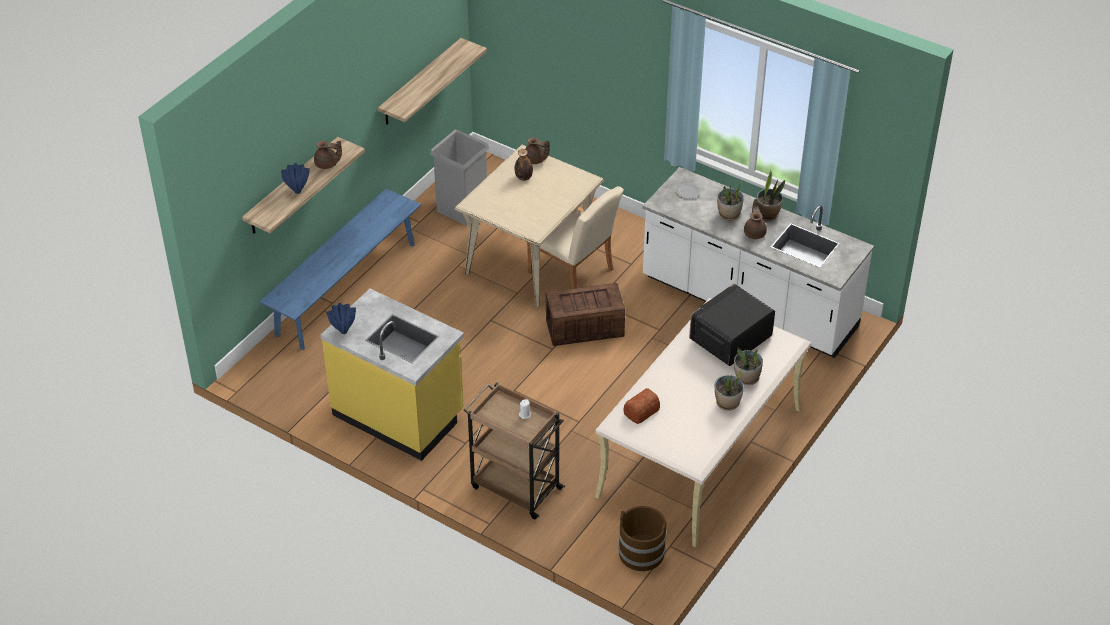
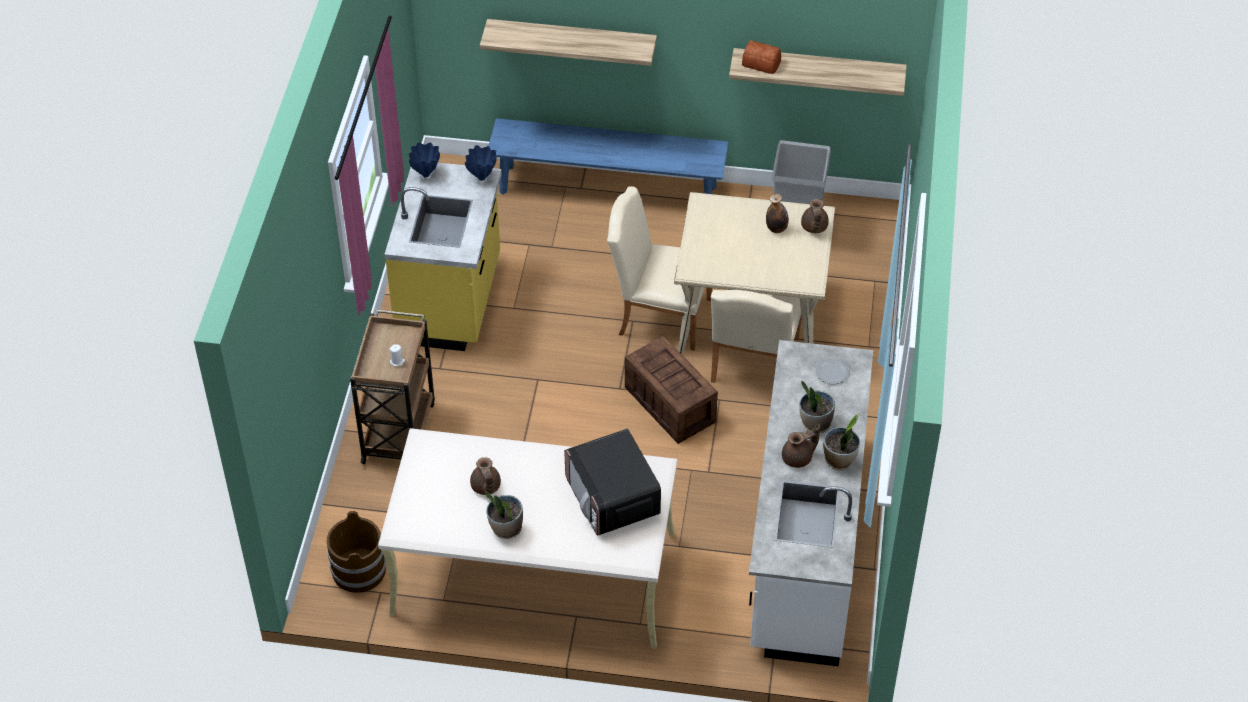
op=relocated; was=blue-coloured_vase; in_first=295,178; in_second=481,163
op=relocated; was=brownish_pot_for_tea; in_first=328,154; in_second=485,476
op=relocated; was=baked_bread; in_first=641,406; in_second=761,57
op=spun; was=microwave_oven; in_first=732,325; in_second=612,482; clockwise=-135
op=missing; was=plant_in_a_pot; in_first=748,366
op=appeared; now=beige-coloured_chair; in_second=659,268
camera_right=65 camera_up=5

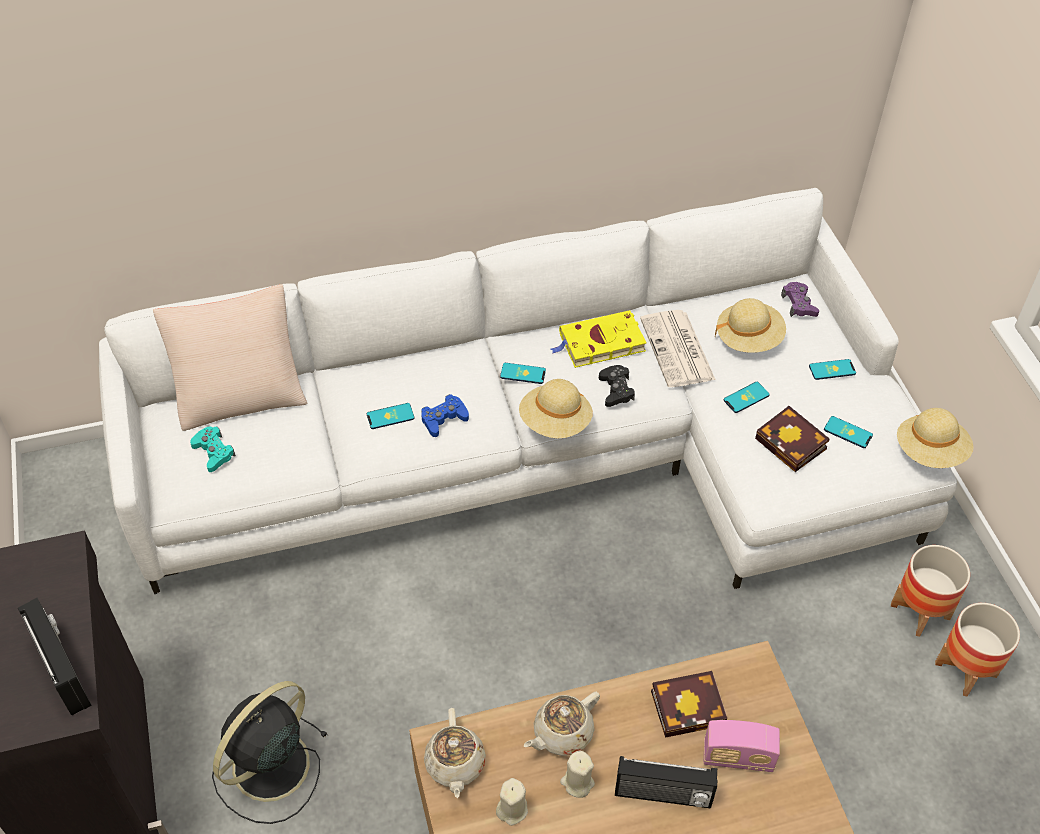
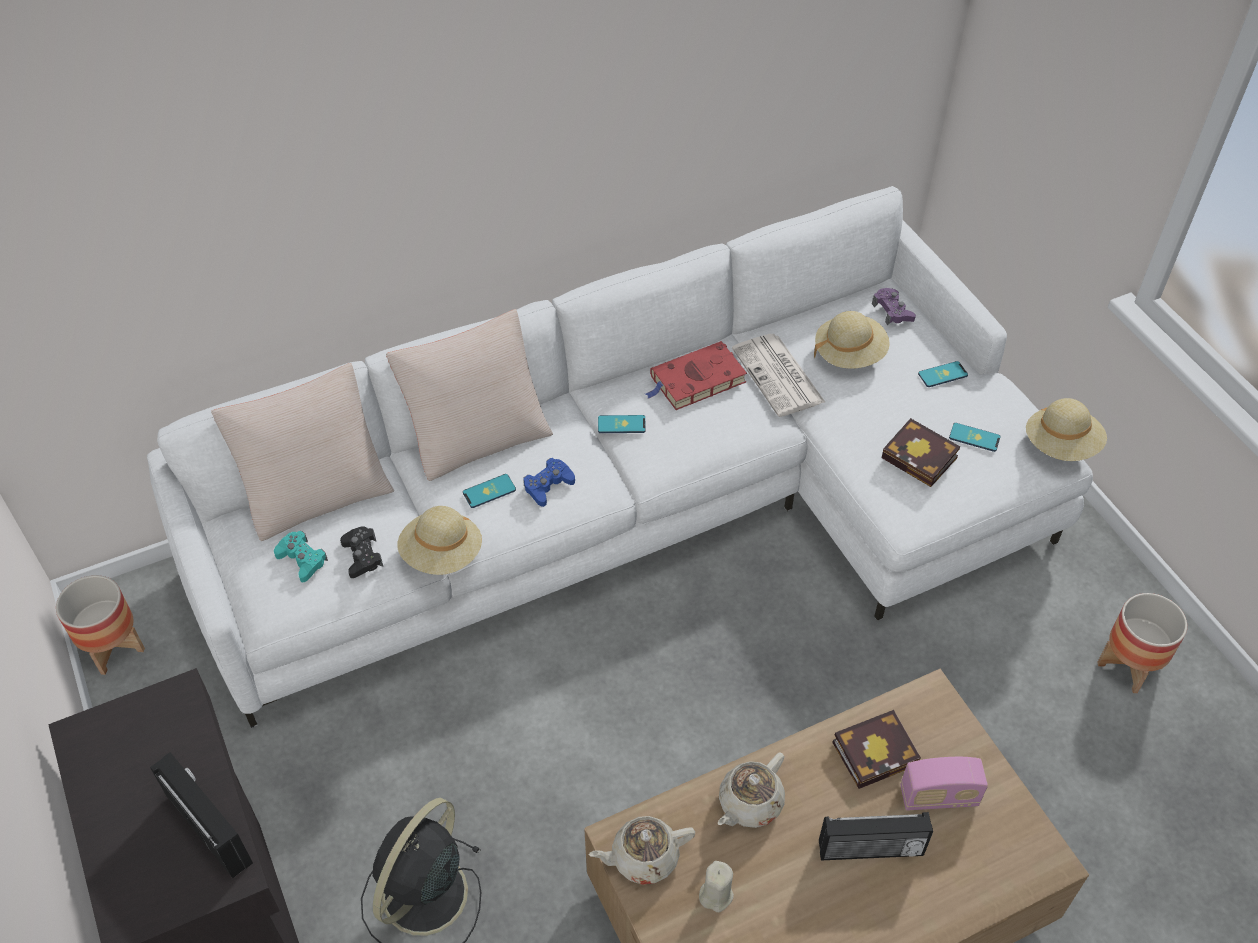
op=spun; was=beige-coloured_pot_for_tea; in_first=455,753; in_second=642,850; clockwise=90
op=relocated; was=beige-coloured_wearable_hat; in_first=556,408; in_second=439,540
op=colour; was=yellow_volume; now=red_volume; in_first=598,339; in_second=696,375
op=missing; was=beige-coloured_candle; in_first=577,774
op=relocated; was=blackish_joypad; in_first=617,386; in_second=361,552
op=missing; was=telephone; in_first=747,397
op=relocated; was=flower_pot; in_first=930,591; in_second=100,625
op=appeared; now=beige-coloured_pillow; in_second=469,395
camera_right=-10 camera_up=0

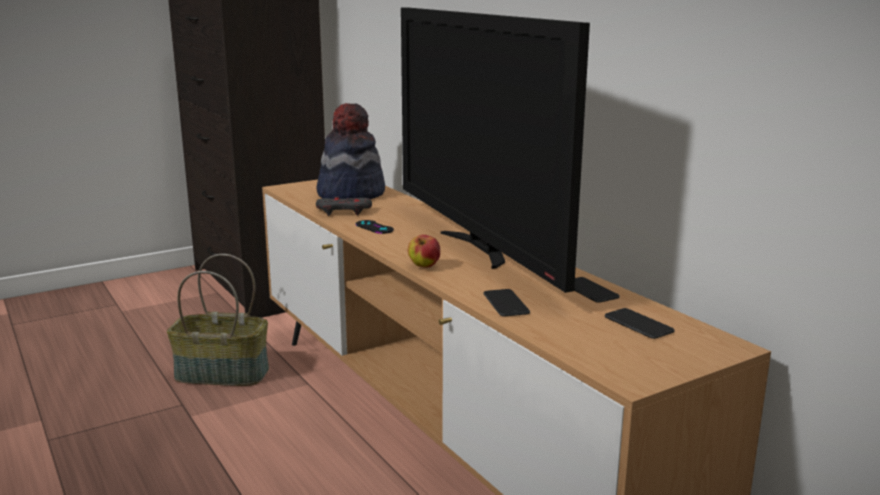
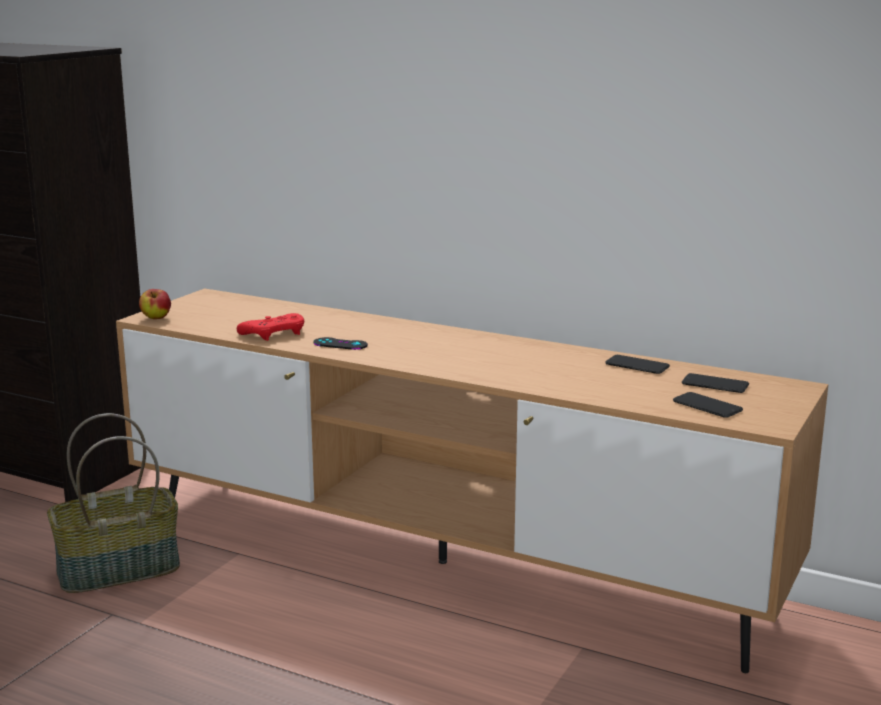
op=colour; was=grey_joypad; now=red_joypad; in_first=344,206; in_second=270,327
op=missing; was=wearable_hat; in_first=351,151
op=missing; was=TV_set; in_first=495,150
op=relocated; was=apple; in_first=424,251; in_second=155,304
op=relocated; was=telephone; in_first=507,303; in_second=708,405
camera_right=-30 camera_up=0

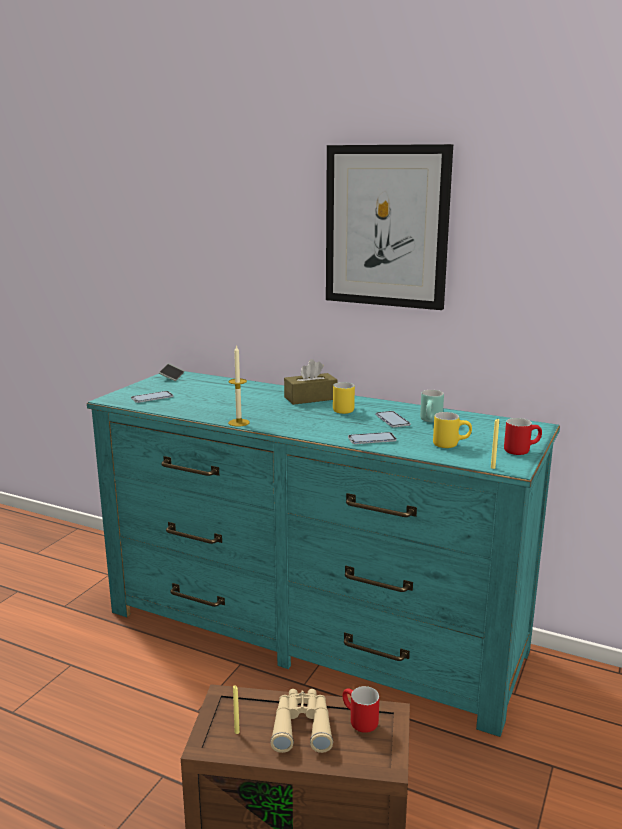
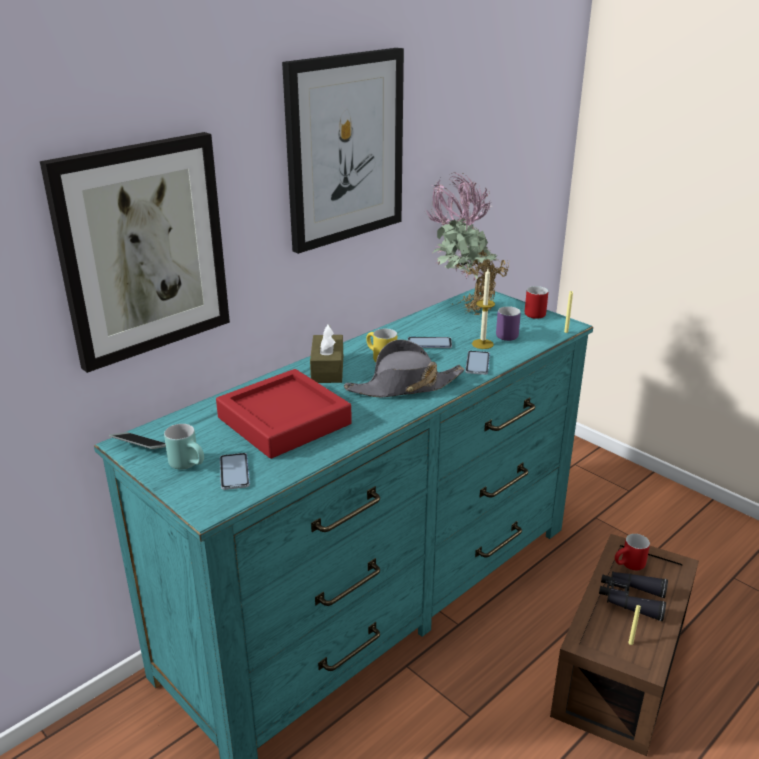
op=relocated; was=candle; in_first=239,385; in_second=483,309
op=colour; was=beige-coloured_field_glasses; now=blackish_field_glasses; in_first=301,721; in_second=633,596
op=relocated; was=blue-green_tea_mug; in_first=432,406; in_second=184,447
op=colour; was=yellow_tea_mug; now=purplish_tea_mug; in_first=452,430; in_second=508,323
op=appeared; now=wall_picture; in_second=135,252
op=appeared; now=red_serving_tray; in_second=284,414
op=appeared; now=grey_wearable_hat; in_second=404,368
op=appeared; now=plant_in_a_pot; in_second=467,243
camera_right=-70 camera_up=10

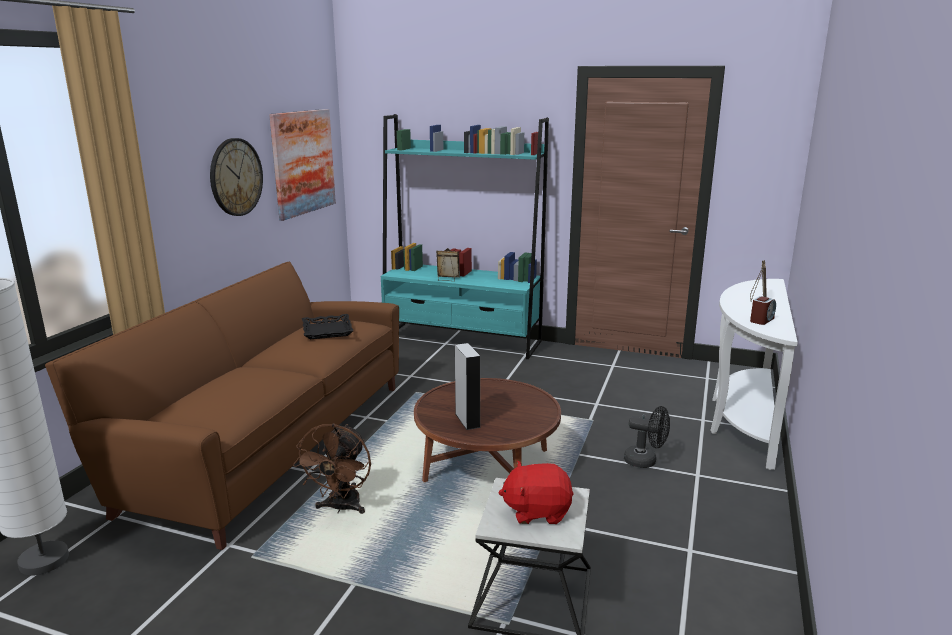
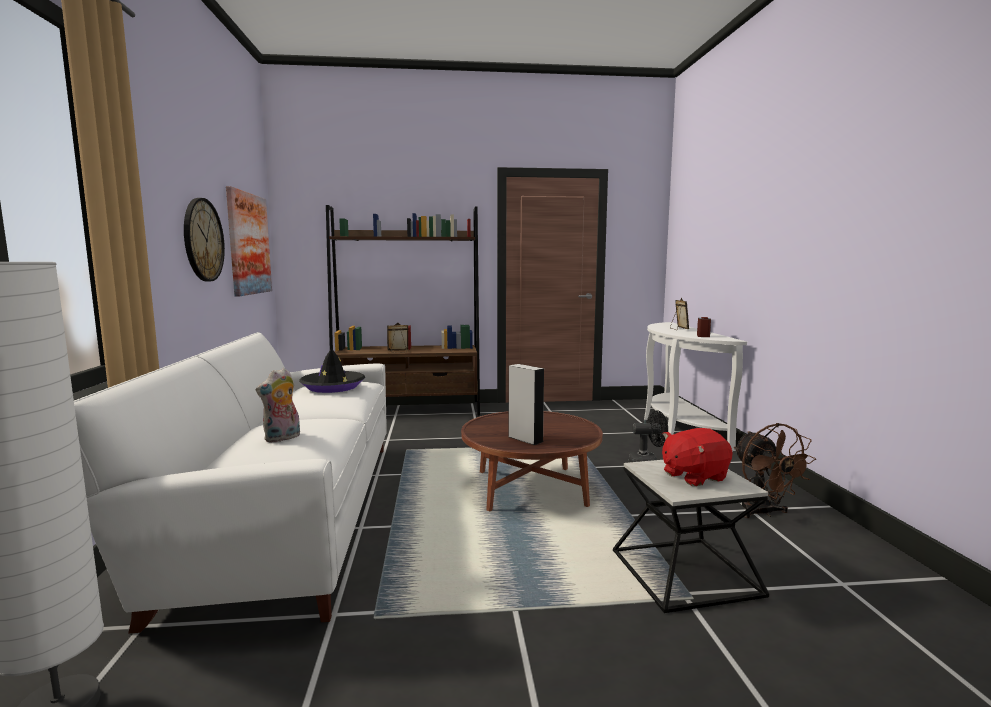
op=colour; was=brownish_settee; now=white_settee; in_first=222,405; in_second=230,482
op=relocated; was=brownish_fan; in_first=332,469; in_second=775,470
op=exchanged; was=blackish_serving_tray; now=blackish_wearable_hat; in_first=327,326; in_second=332,370
op=colour; was=blue-green_shelving_unit; now=brownish_shelving_unit; in_first=465,236; in_second=403,310
op=appeared; now=soft_toy; in_second=278,405
camera_right=-25 camera_up=-10

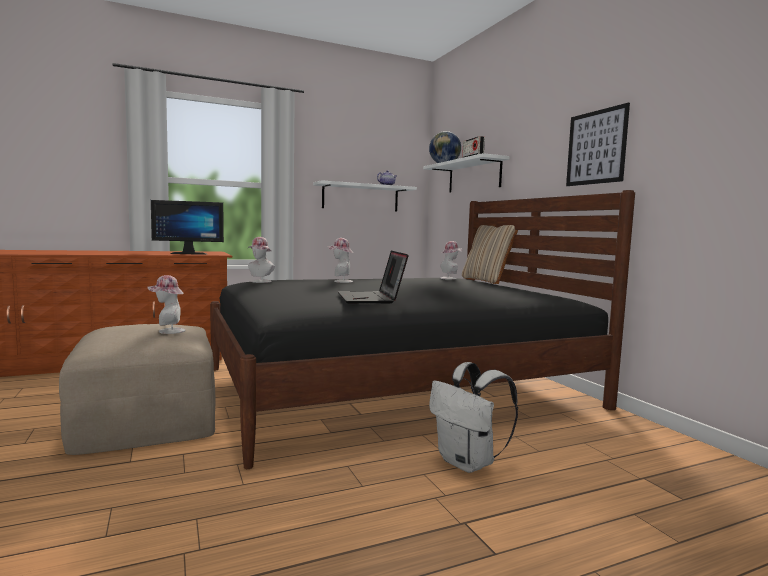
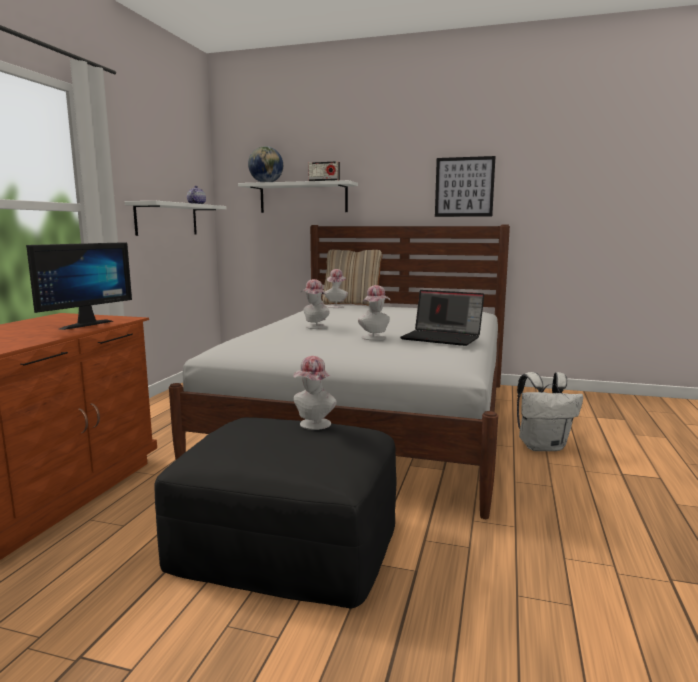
op=colour; was=beige-coloured_pouffe; now=blackish_pouffe; in_first=137,389; in_second=275,512
op=colour; was=blackish_bed; now=white_bed; in_first=422,329; in_second=339,372
op=relocated; was=wearable_hat; in_first=261,260; in_second=374,312
camera_right=-50 camera_up=5

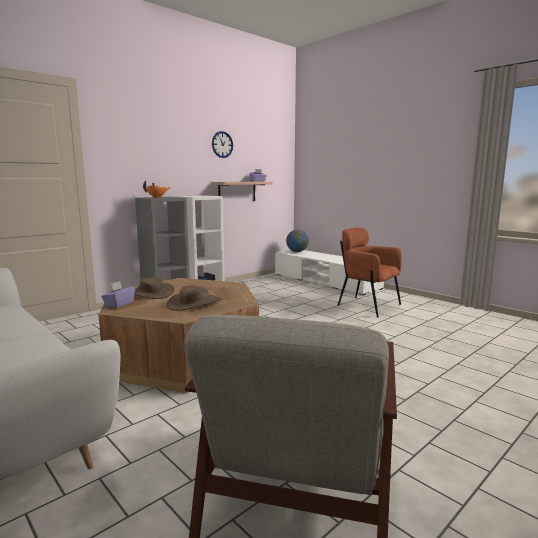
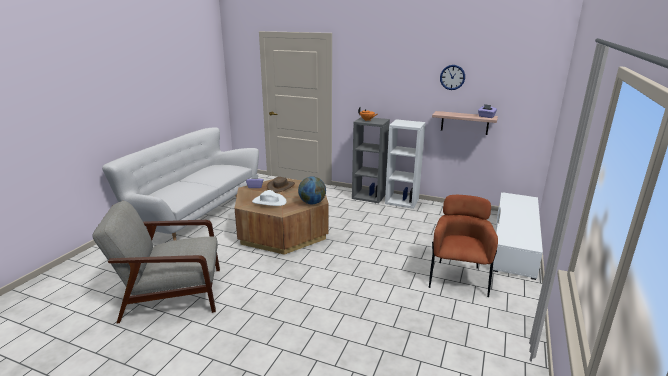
op=colour; was=brownish_wearable_hat; now=white_wearable_hat; in_first=194,298; in_second=269,198
op=relocated; was=desk_globe; in_first=297,241; in_second=312,190
camera_right=65 camera_up=10

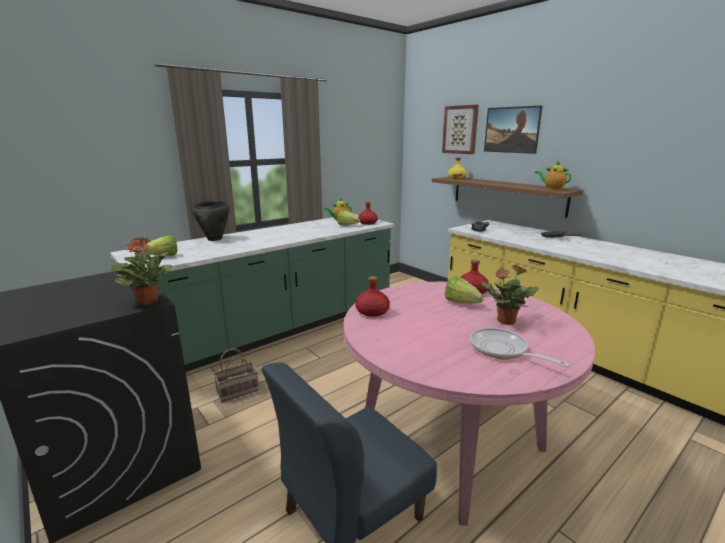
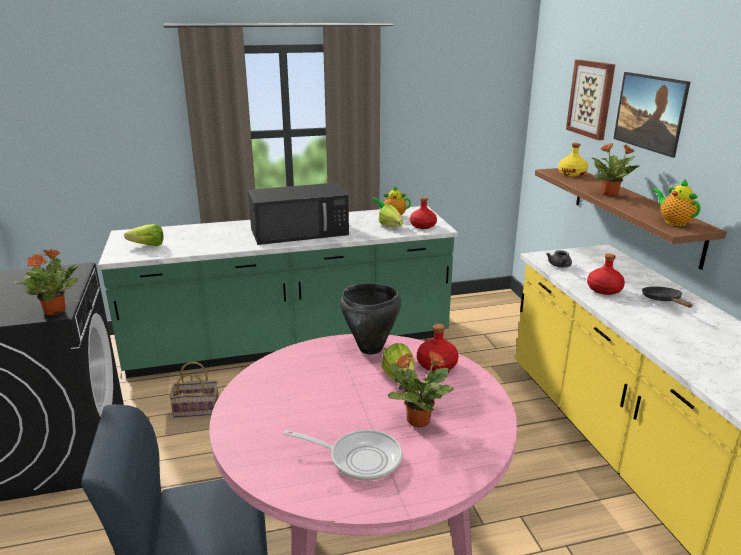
op=relocated; was=blackish_cooking_pot; in_first=211,221; in_second=370,319
op=relocated; was=red_drink_bottle; in_first=372,296; in_second=606,274
op=spun; was=skillet; in_first=520,347; in_second=342,455; clockwise=120
op=appeared; now=blackish_microwave_oven; in_second=298,214
op=appeared; now=plant_in_a_pot; in_second=616,169
camera_right=25 camera_up=5

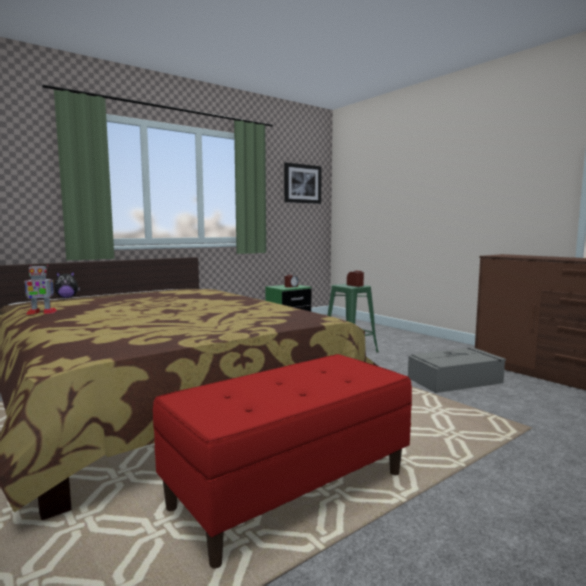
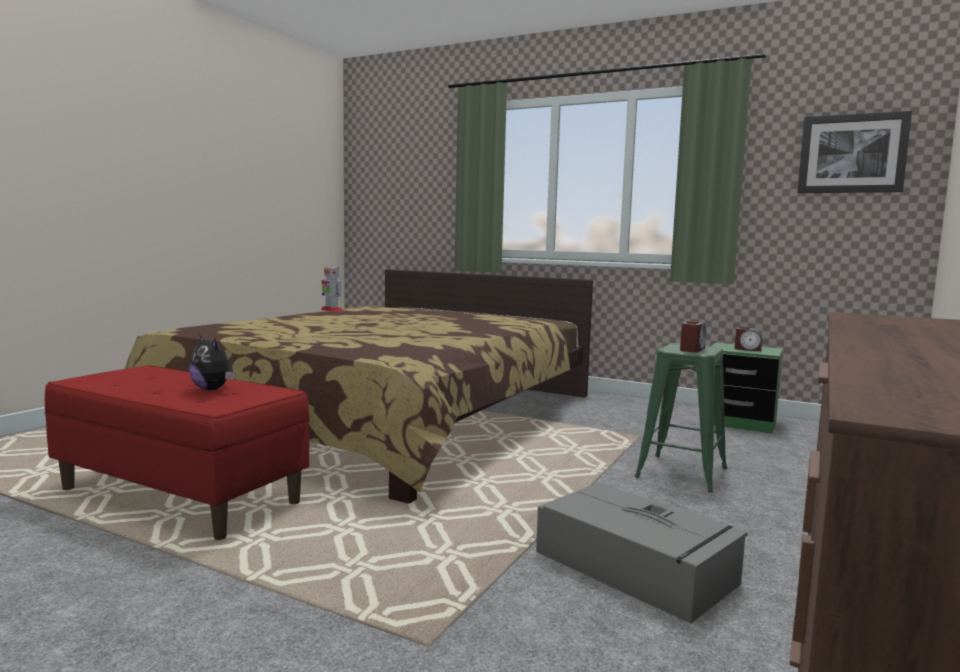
op=relocated; was=soft_toy; in_first=67,284; in_second=211,362
camera_right=65 camera_up=0

